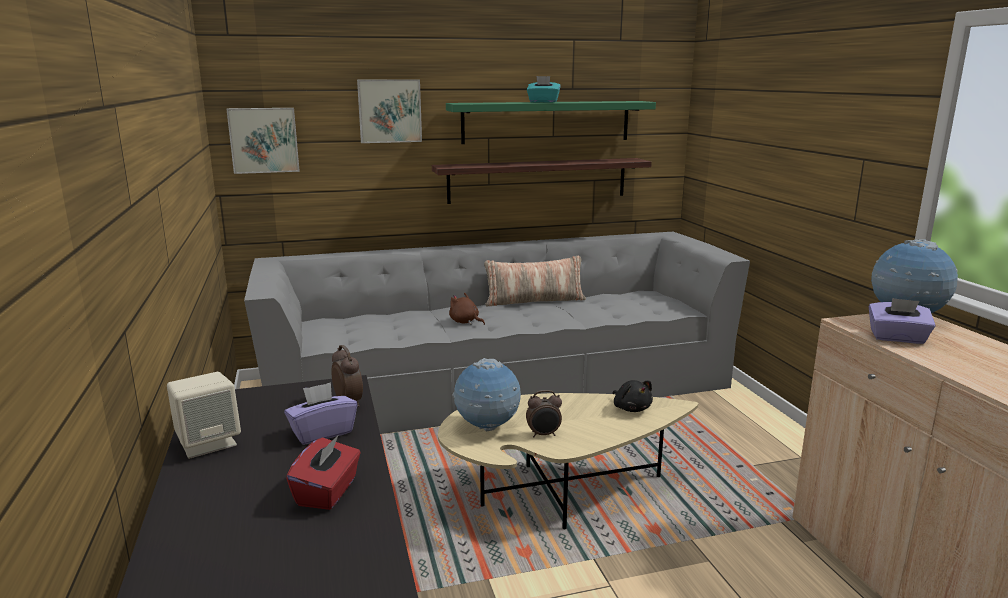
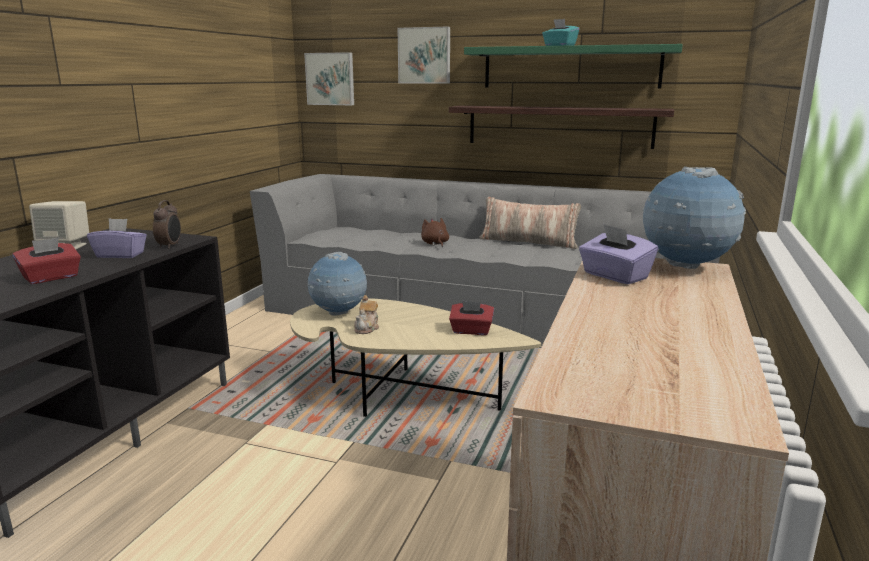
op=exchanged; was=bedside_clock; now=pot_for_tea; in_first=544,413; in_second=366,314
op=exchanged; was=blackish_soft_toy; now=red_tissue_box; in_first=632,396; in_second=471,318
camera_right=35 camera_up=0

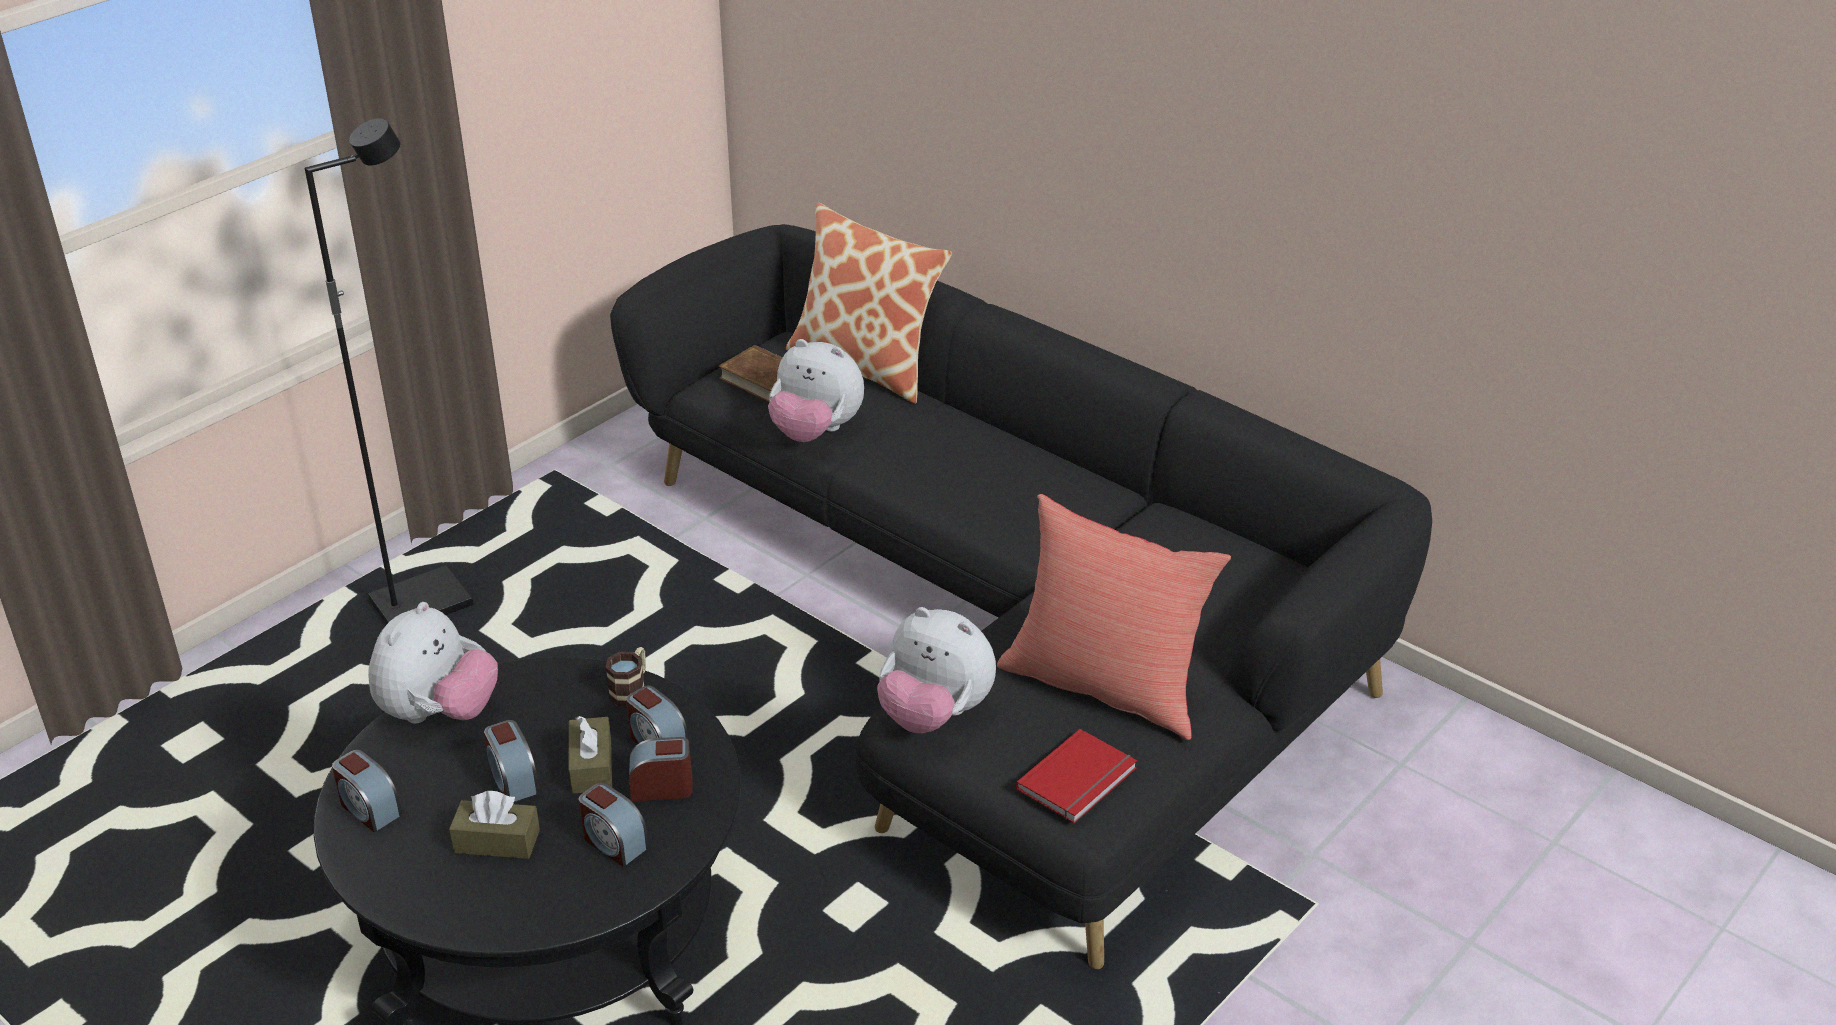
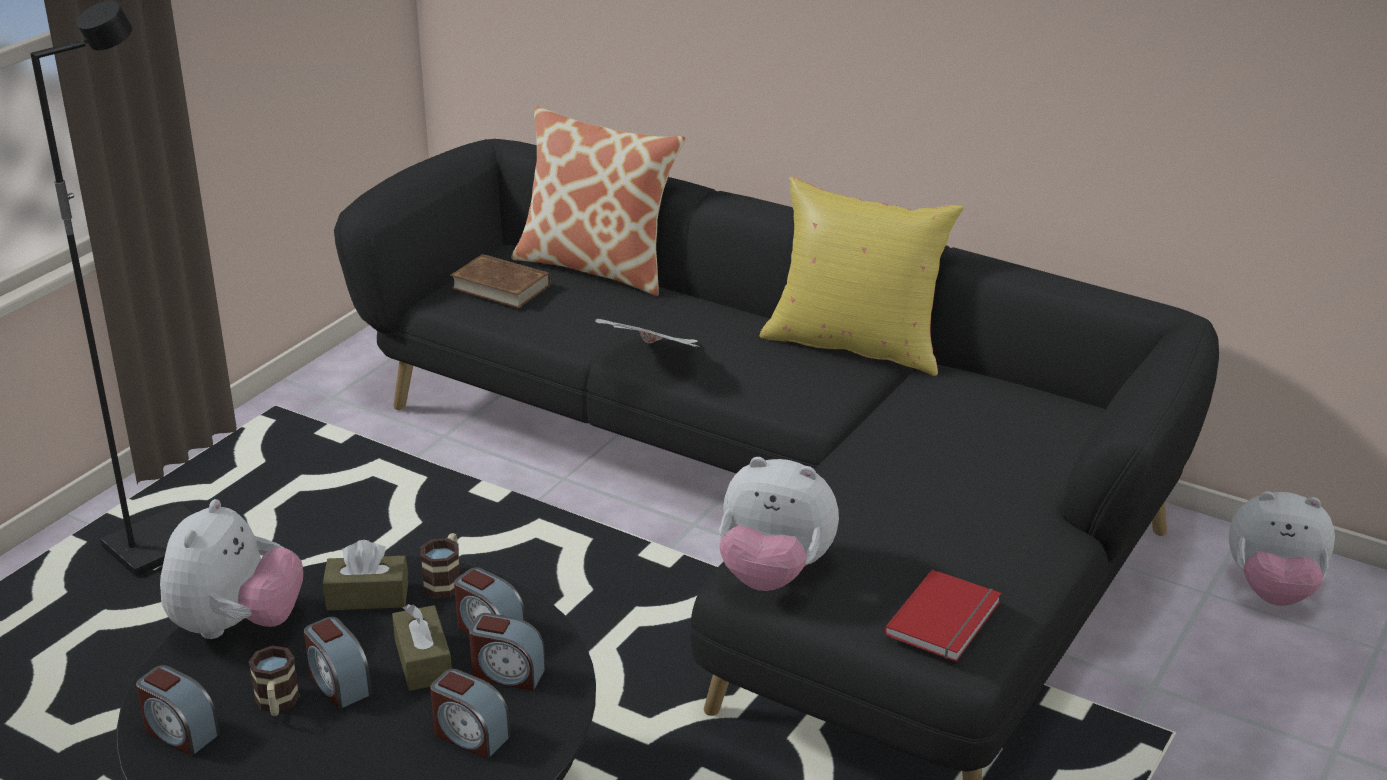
op=relocated; was=brownish_tissue_box; in_first=494,825; in_second=365,575
op=spun; was=bedside_clock; in_first=661,769; in_second=507,652; clockwise=-150
op=relocated; was=soft_toy; in_first=816,390; in_second=1282,548
op=missing; was=red_pillow; in_first=1114,617
op=appeared; now=tea_mug; in_second=274,681
op=appeared; now=printed_paper; in_second=647,333
op=appeared; now=yellow_pillow; in_second=862,276
camera_right=-10 camera_up=-5

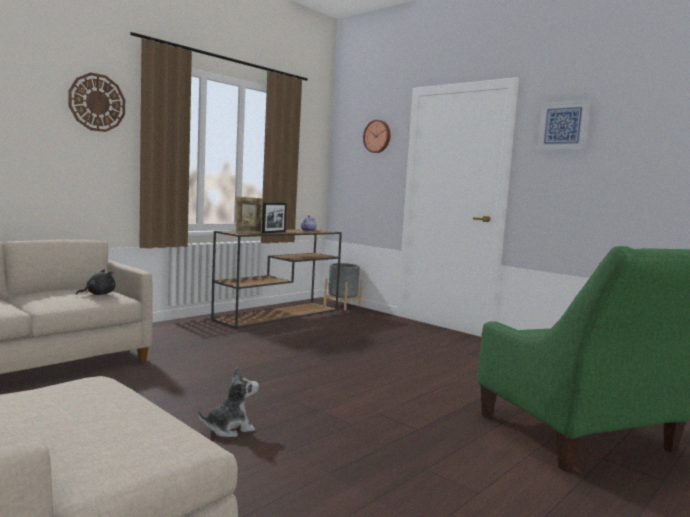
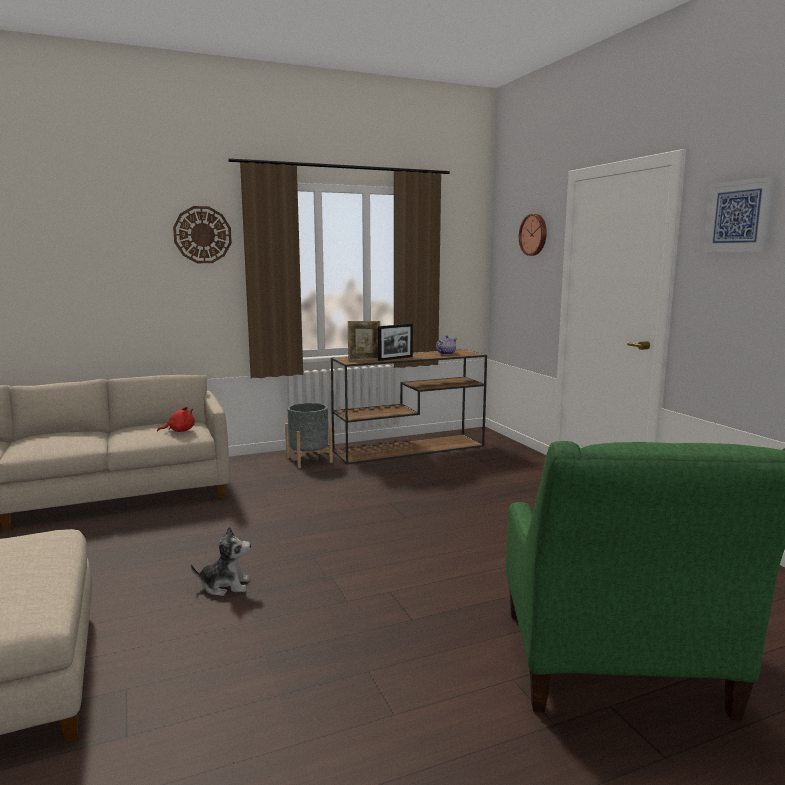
op=colour; was=blackish_soft_toy; now=red_soft_toy; in_first=95,282; in_second=176,419
op=relocated; was=grey_flower_pot; in_first=343,286; in_second=309,435
camera_right=25 camera_up=5

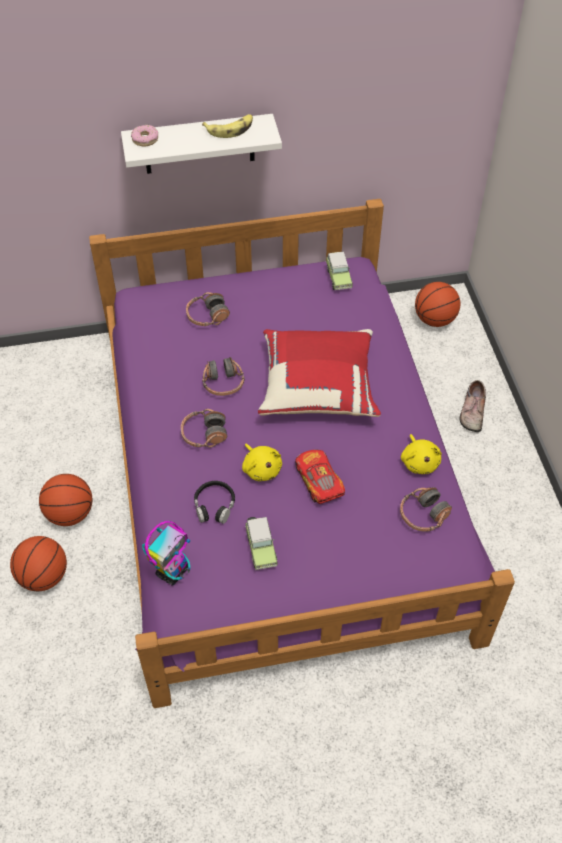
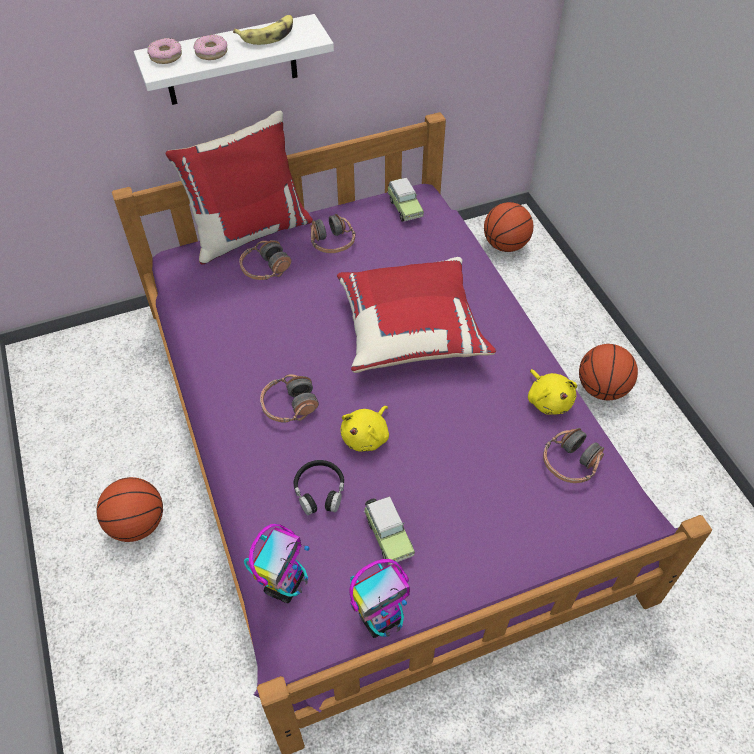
op=relocated; was=basketball_ball; in_first=38,563; in_second=608,372
op=relocated; was=headset; in_first=223,376; in_second=333,233
op=spun; was=yellow_soft_toy; in_first=262,462; in_second=364,429; clockwise=75
op=missing; was=miniature_car; in_first=320,477
op=missing; was=shoe; in_first=473,406
op=appeared; now=red_pillow; in_second=239,187
op=appeared; now=donut; in_second=210,47
op=appeared; now=toy_robot; in_second=380,598
camera_right=-10 camera_up=0

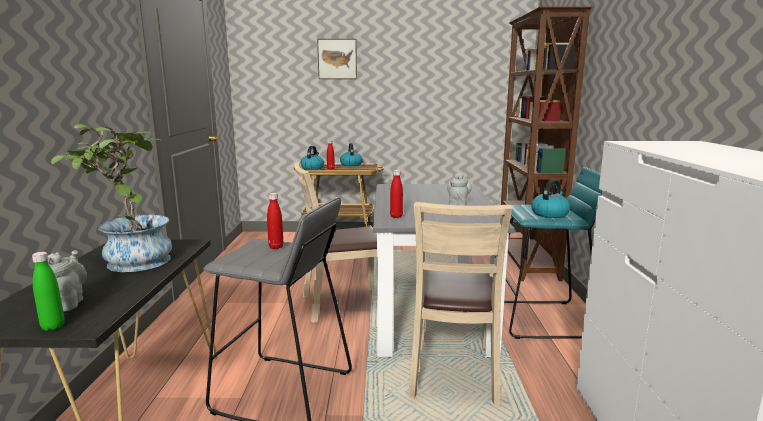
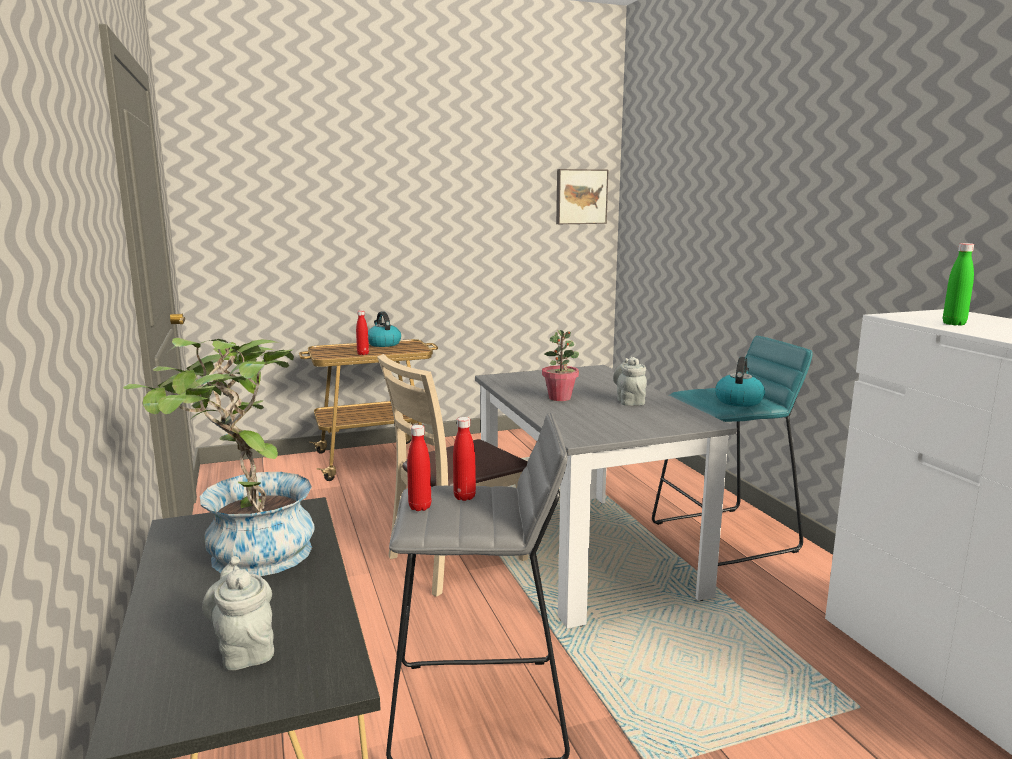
op=relocated; was=green-coloured_drink_bottle; in_first=48,291; in_second=958,284
op=missing; was=tea_kettle; in_first=312,158
op=relocated; was=wall_picture; in_first=337,59; in_second=582,196
op=relocated; was=red_drink_bottle; in_first=396,194; in_second=419,468
op=missing; was=beige-coloured_chair; in_first=460,303
op=missing; was=brownish_shelving_unit; in_first=546,143
op=appeared; now=plant_in_a_pot; in_second=560,365
camera_right=-20 camera_up=0

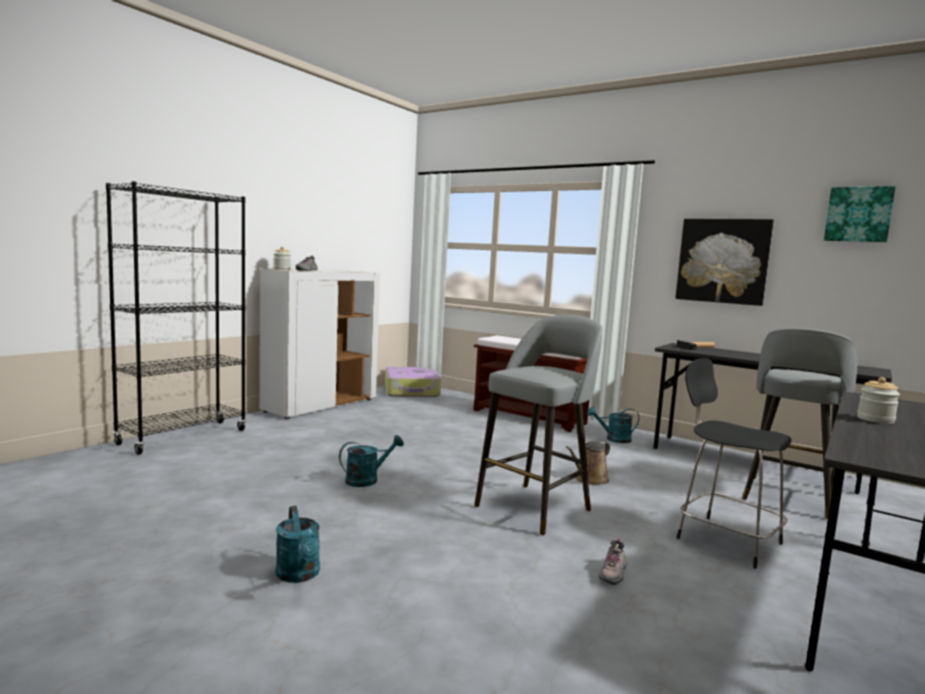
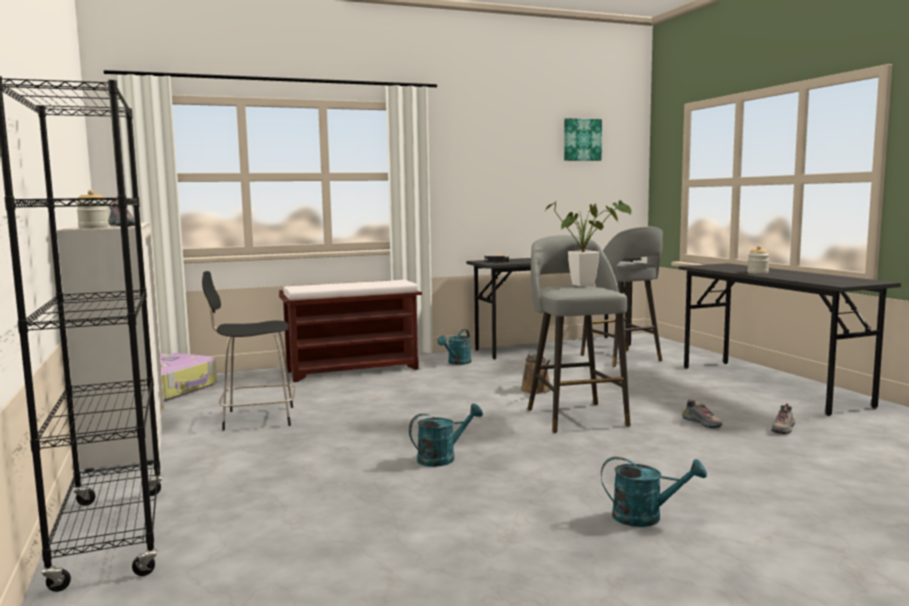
op=spun; was=blue-green_sprinkling_can; in_first=371,461; in_second=446,435; clockwise=60
op=missing; was=wall_picture; in_first=724,262
op=relocated; was=blackish_sitting_stool; in_first=734,463; in_second=249,351
op=appeared; now=plant_in_a_pot; in_second=588,243
op=appeared; now=shoe; in_second=783,419
camera_right=-55 camera_up=0

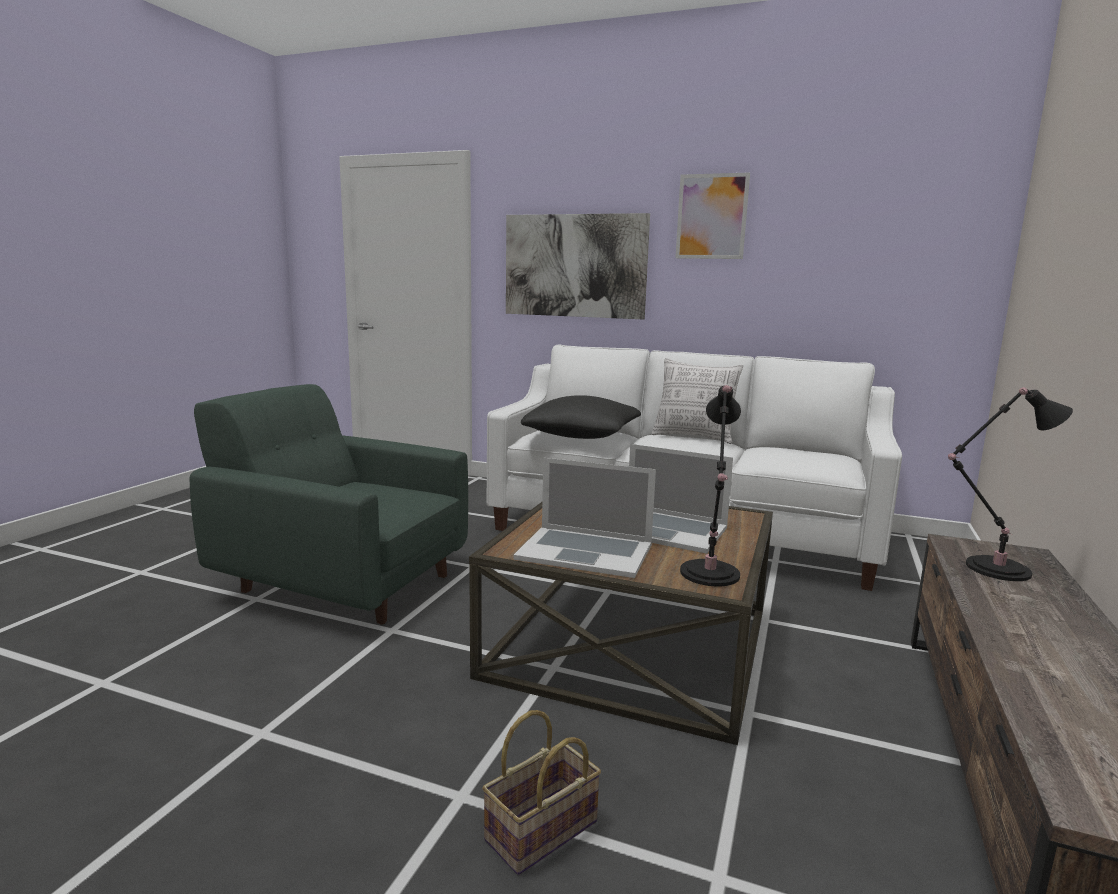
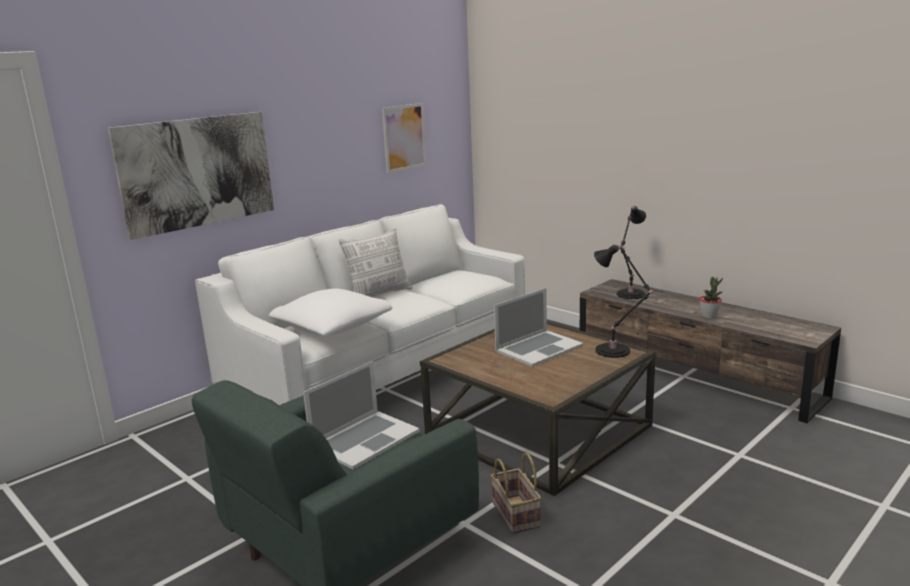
op=relocated; was=basket; in_first=541,792; in_second=516,493
op=relocated; was=laptop; in_first=585,518; in_second=361,415
op=colour; was=blackish_pillow; now=white_pillow; in_first=581,417; in_second=330,312
op=relocated; was=wall_picture; in_first=712,215; in_second=404,138
op=appeared; now=plant_in_a_pot; in_second=711,298
camera_right=-65 camera_up=5

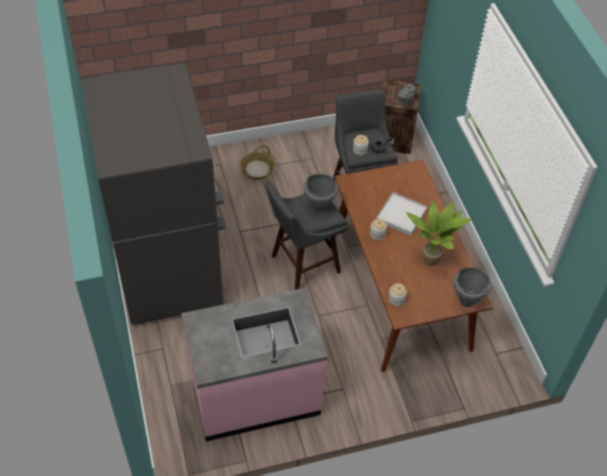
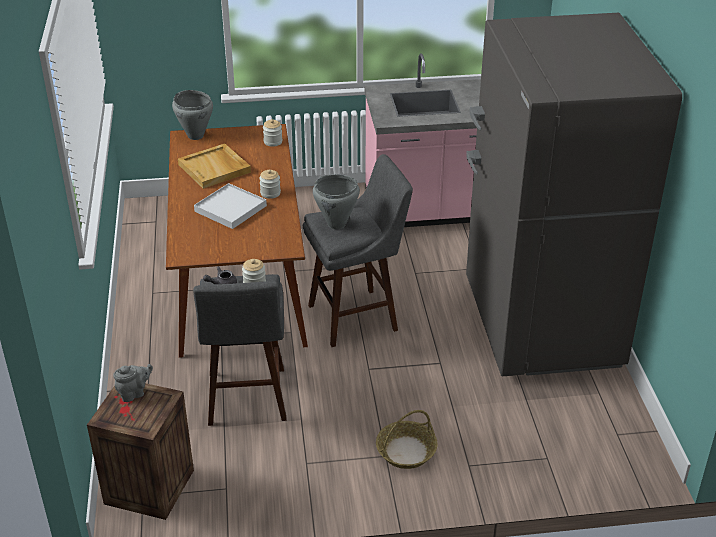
op=exchanged; was=plant_in_a_pot; now=beige-coloured_serving_tray; in_first=439,233; in_second=214,166
camera_right=-170 camera_up=-15

